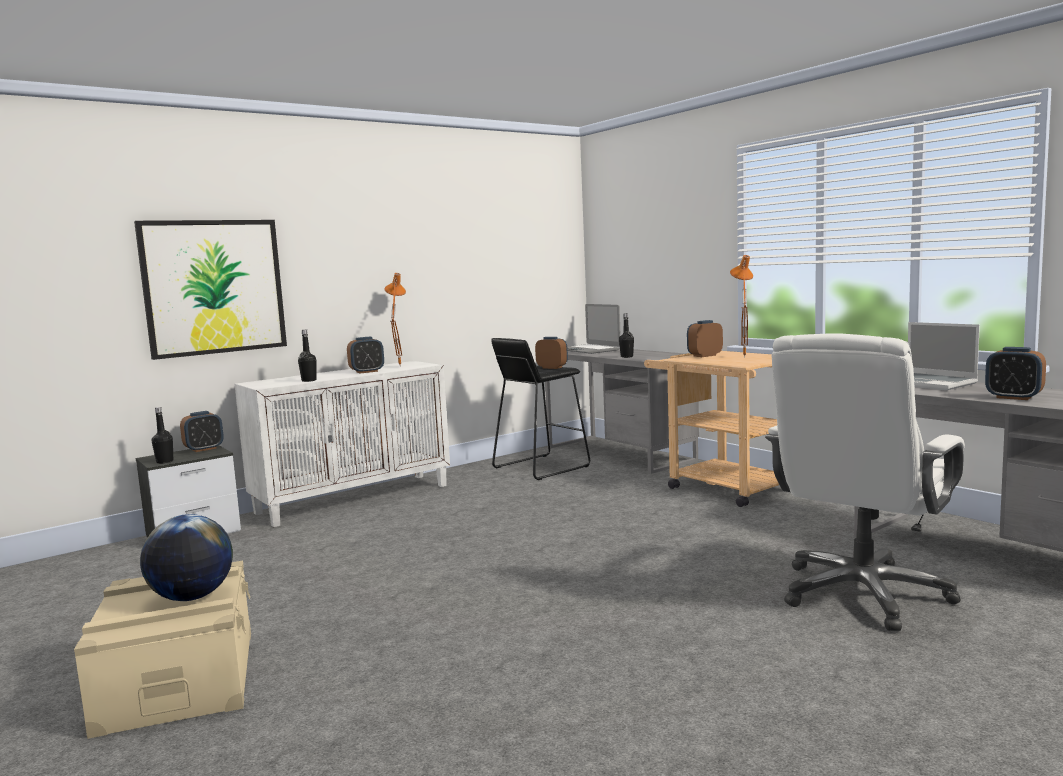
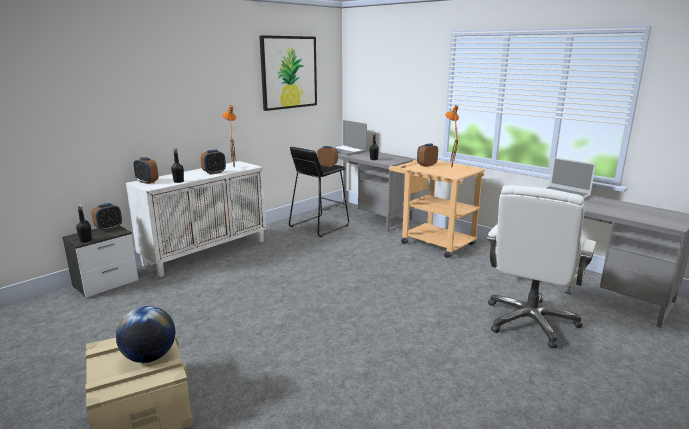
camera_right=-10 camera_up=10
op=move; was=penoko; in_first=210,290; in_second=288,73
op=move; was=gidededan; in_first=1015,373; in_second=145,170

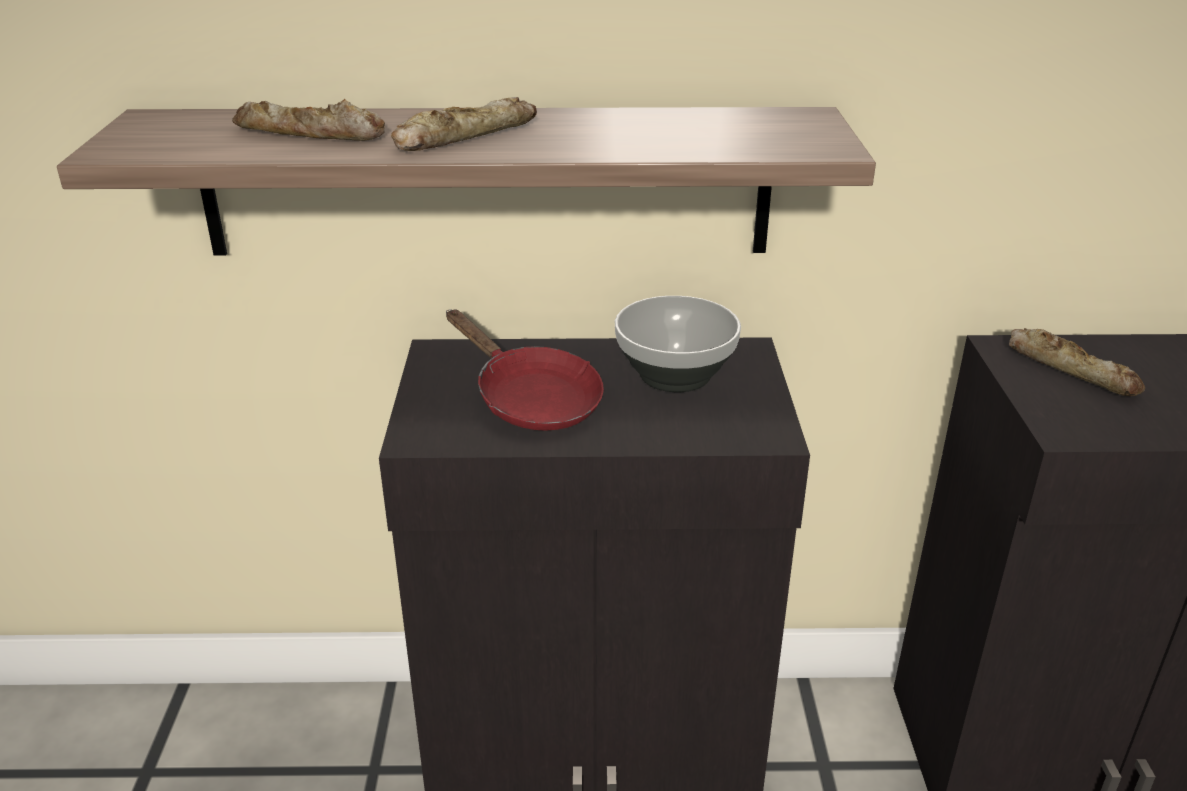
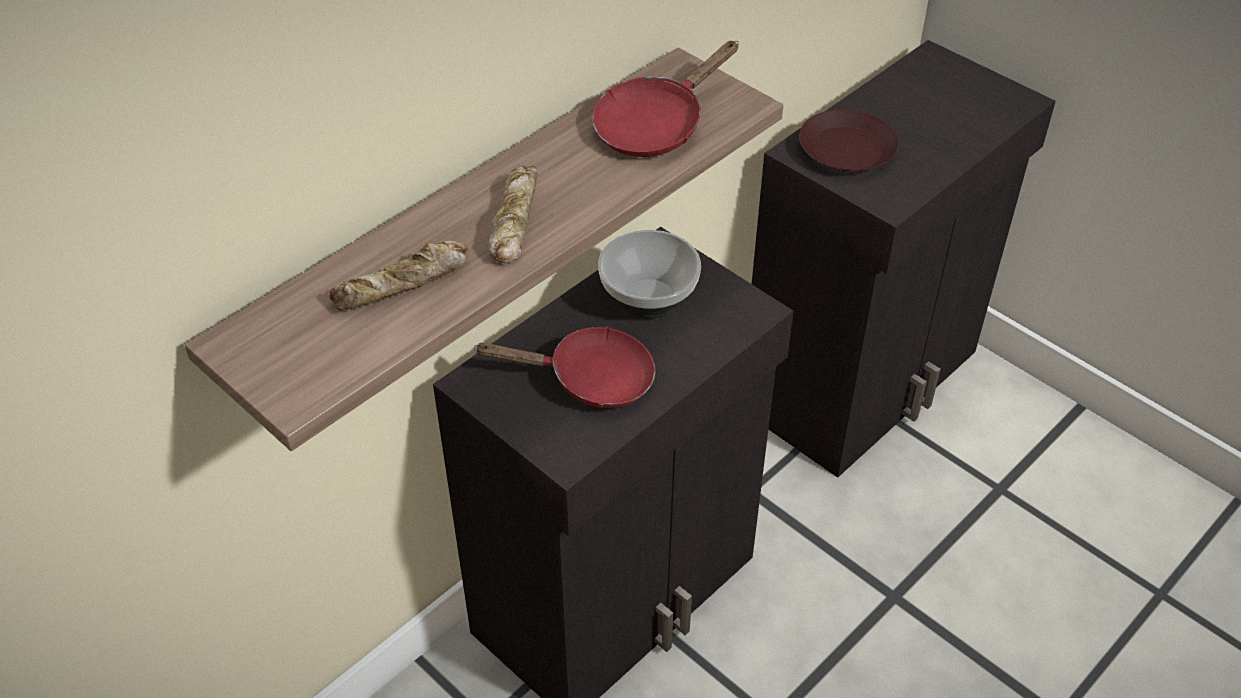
camera_right=-45 camera_up=15
op=replace; was=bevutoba; now=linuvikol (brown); in_first=1077,362; in_second=849,140
op=insert; now=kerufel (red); in_second=665,99

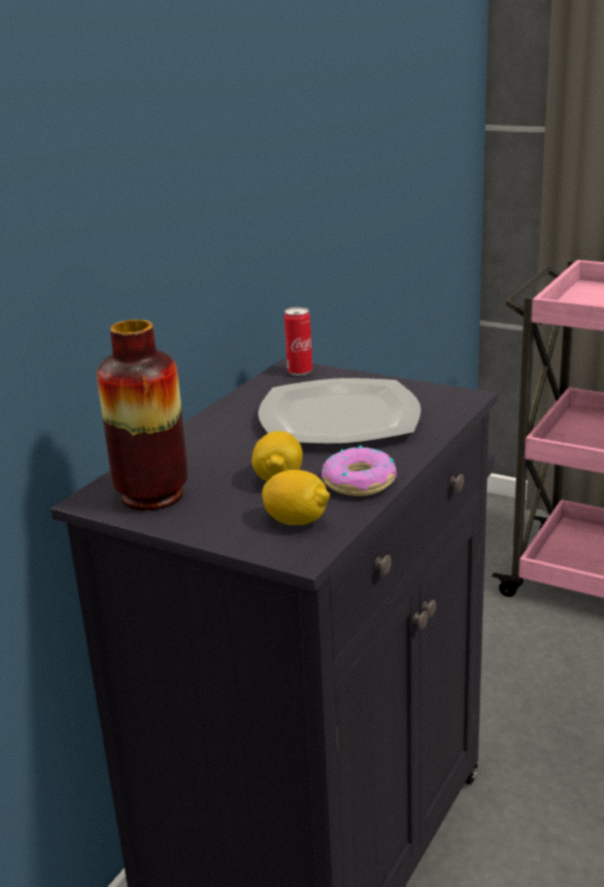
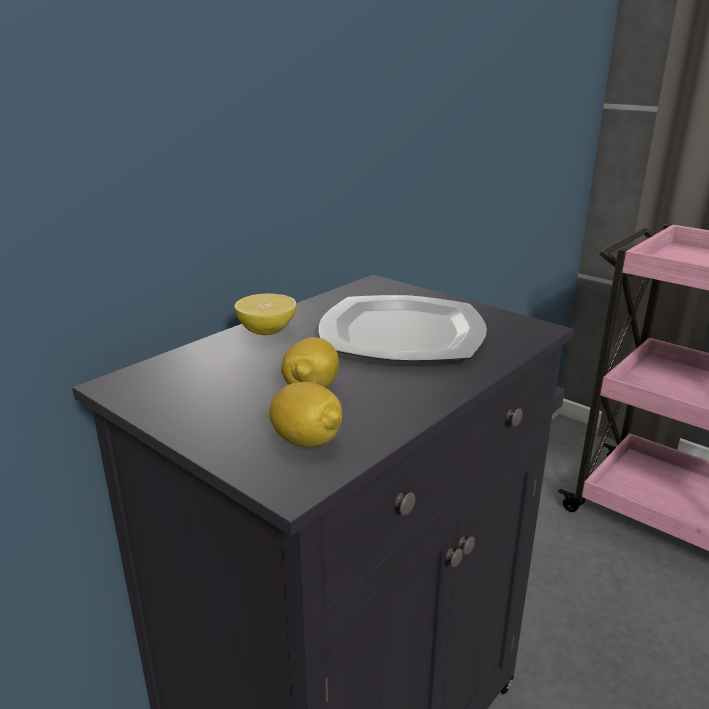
camera_right=10 camera_up=0
op=delete; was=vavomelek; in_first=298,341
op=delete; was=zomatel; in_first=142,415
op=delete; was=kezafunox; in_first=359,471
op=insert; now=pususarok; in_second=265,314

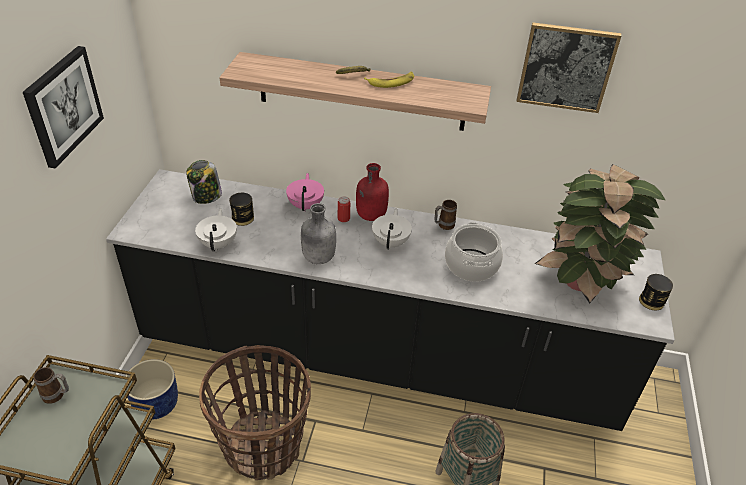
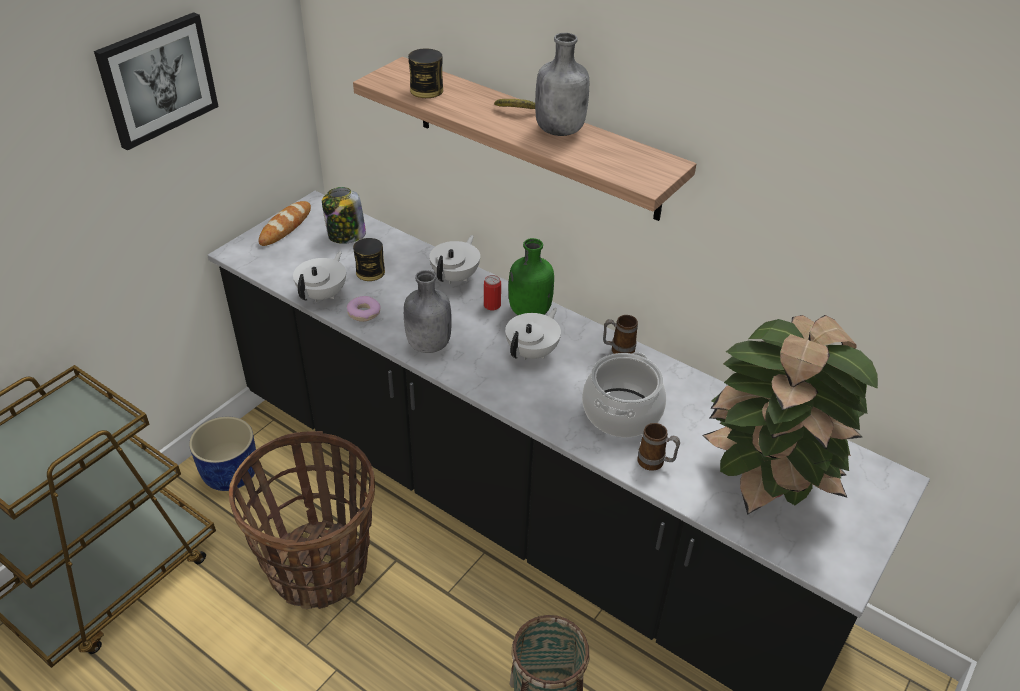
camera_right=25 camera_up=0
op=delete; was=penoko; in_first=568,67
op=replace; was=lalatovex; now=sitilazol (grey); in_first=389,80; in_second=562,84
op=recolor; was=sitilazol (red); now=sitilazol (green); in_first=372,192; in_second=531,276
op=recolor; was=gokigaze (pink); now=gokigaze (white); in_first=305,192; in_second=454,259
op=move; was=vavomelek; in_first=656,292; in_second=425,73
op=move; was=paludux; in_first=51,385; in_second=658,447
op=insert; now=bevutoba; in_second=285,223
op=insert; now=kezafunox; in_second=364,309

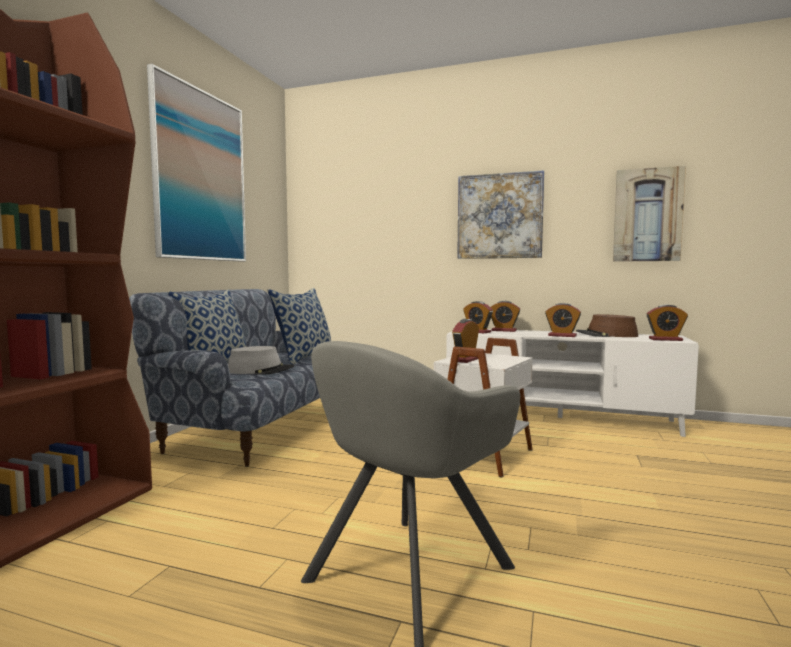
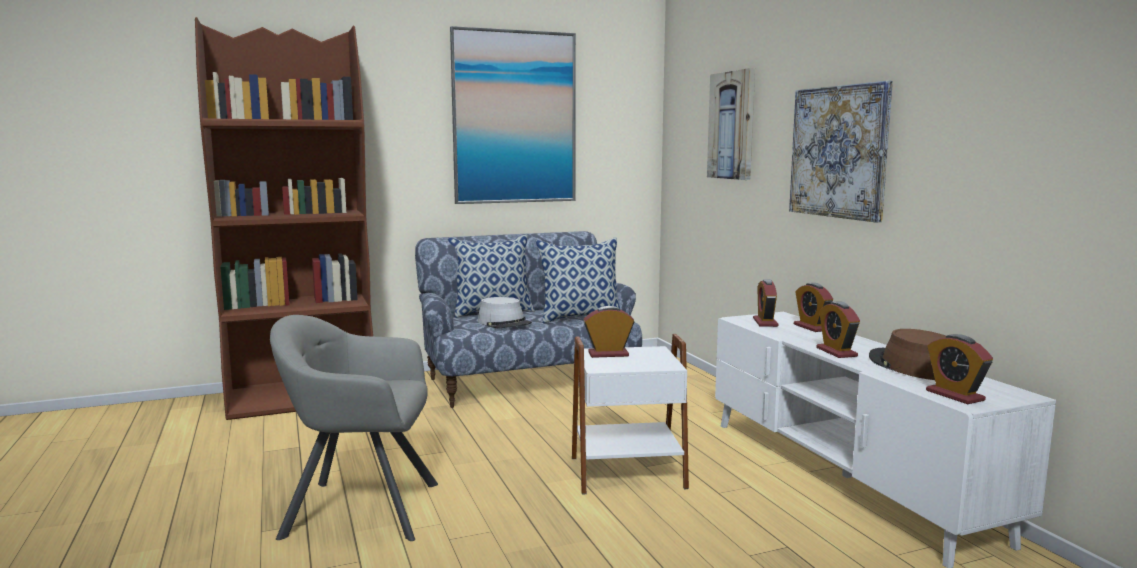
camera_right=50 camera_up=5
op=move; was=penoko; in_first=649,214; in_second=731,124

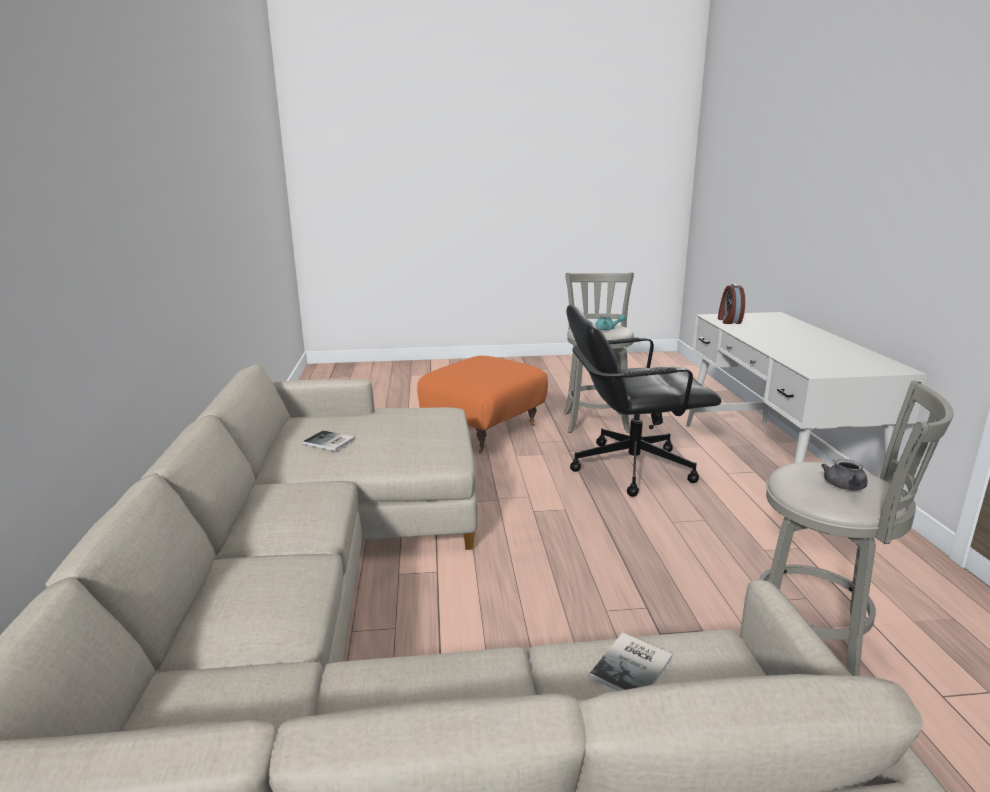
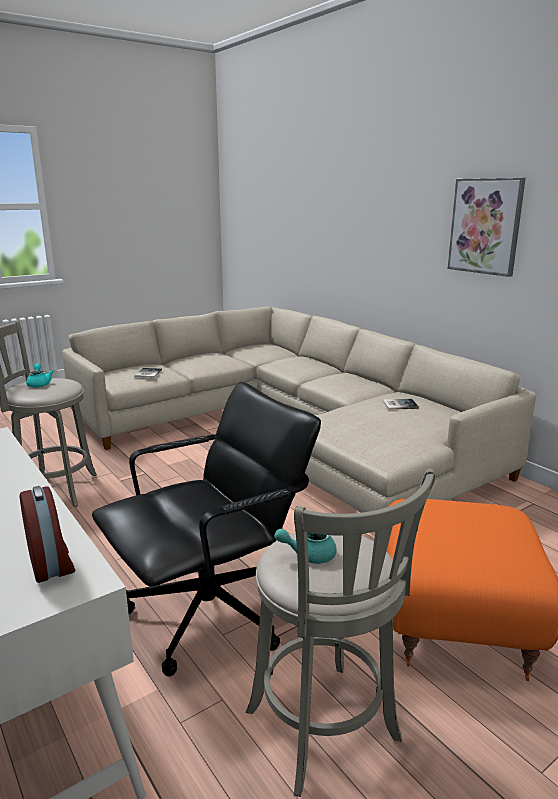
camera_right=150 camera_up=0
op=recolor; was=gokigaze (grey); now=gokigaze (turquoise); in_first=844,474; in_second=40,375
op=insert; now=penoko; in_second=487,227

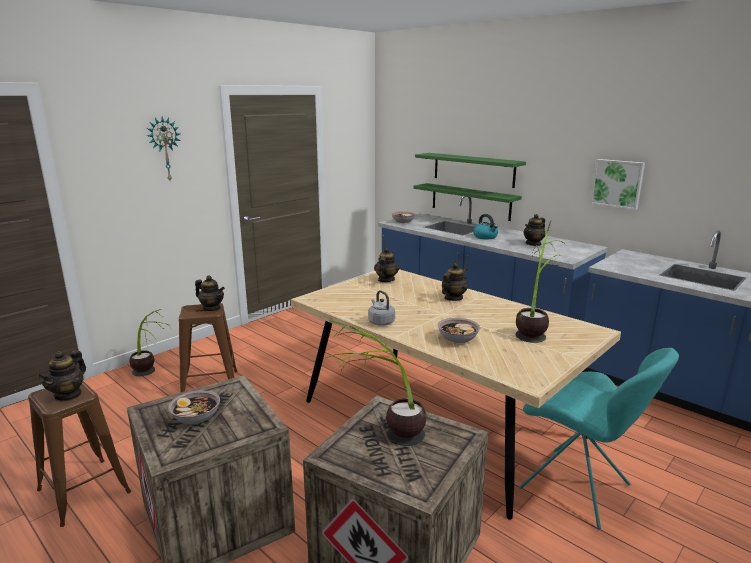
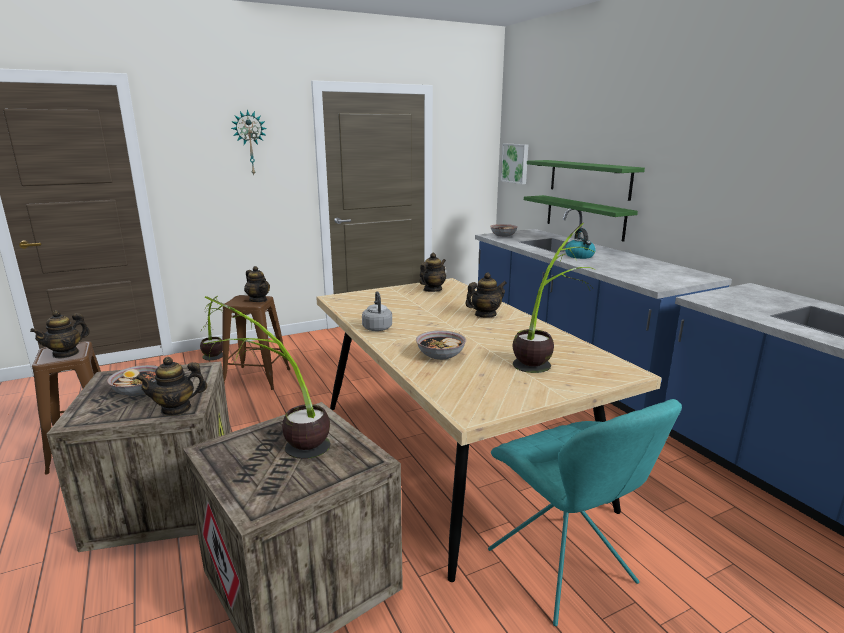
camera_right=20 camera_up=0
op=move; was=penoko; in_first=617,184; in_second=514,164
op=move; was=gokigaze; in_first=534,230; in_second=171,386

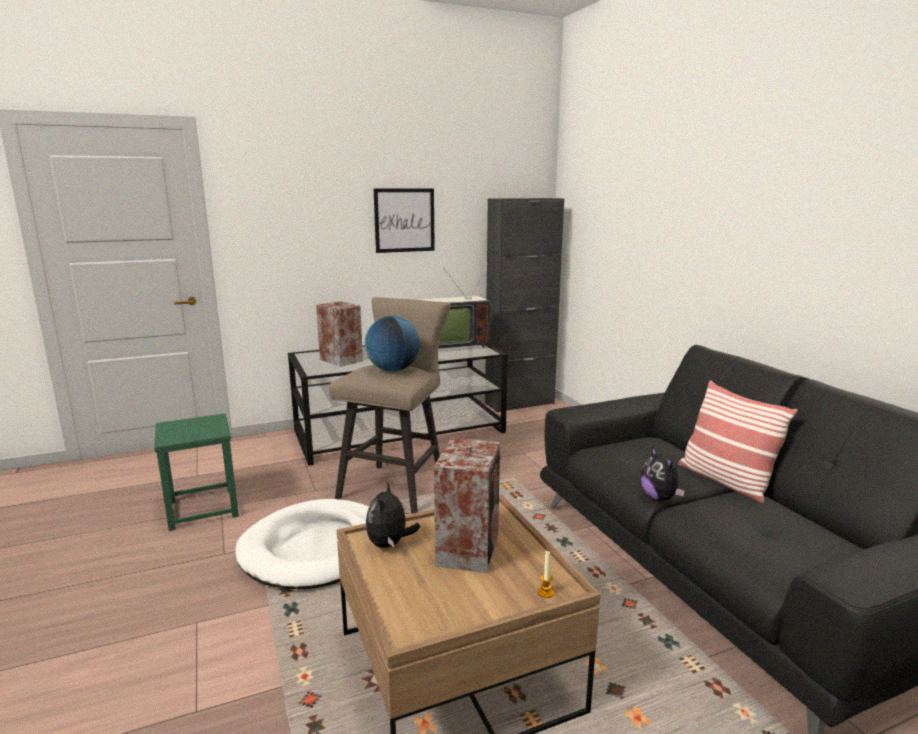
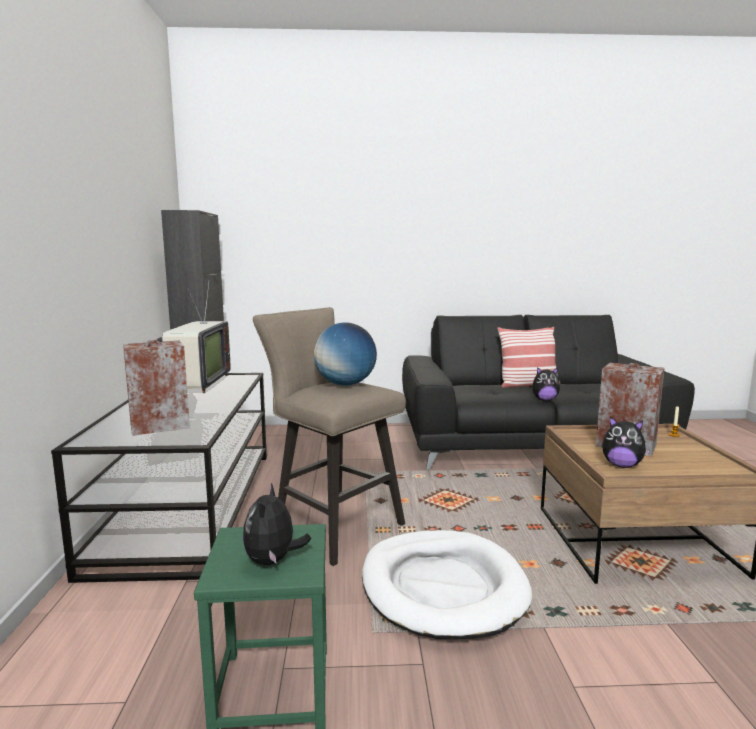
camera_right=-70 camera_up=-5
op=delete; was=penoko; in_first=404,221
op=insert; now=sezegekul; in_second=277,524

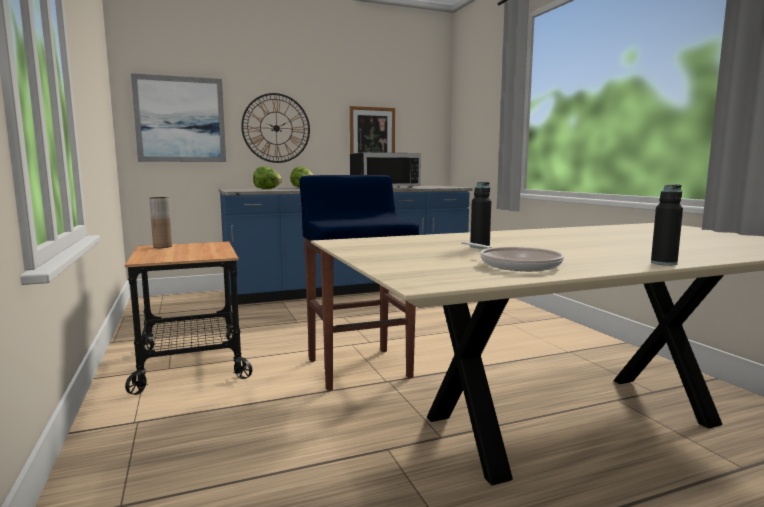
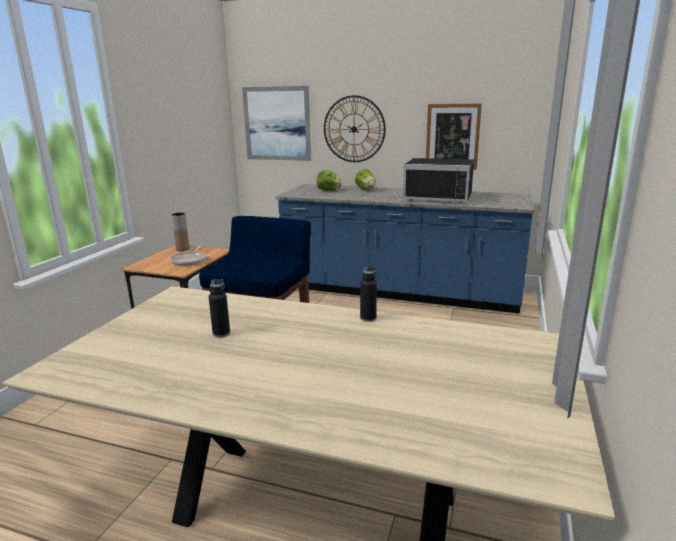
camera_right=40 camera_up=10
op=move; was=sitilazol (black); in_first=667,225; in_second=368,294
op=move; was=kerufel; in_first=512,256; in_second=188,255

